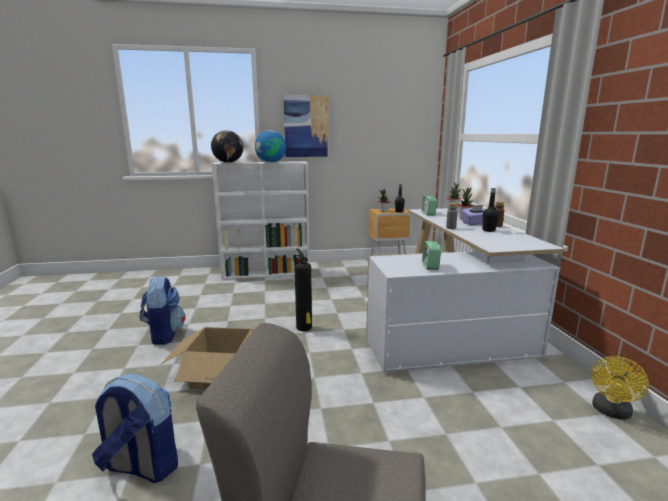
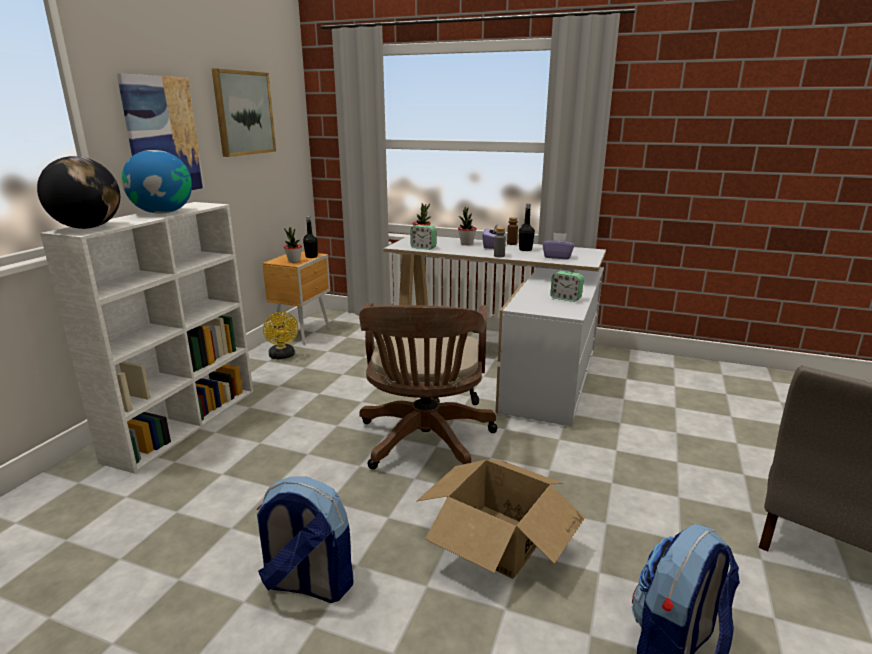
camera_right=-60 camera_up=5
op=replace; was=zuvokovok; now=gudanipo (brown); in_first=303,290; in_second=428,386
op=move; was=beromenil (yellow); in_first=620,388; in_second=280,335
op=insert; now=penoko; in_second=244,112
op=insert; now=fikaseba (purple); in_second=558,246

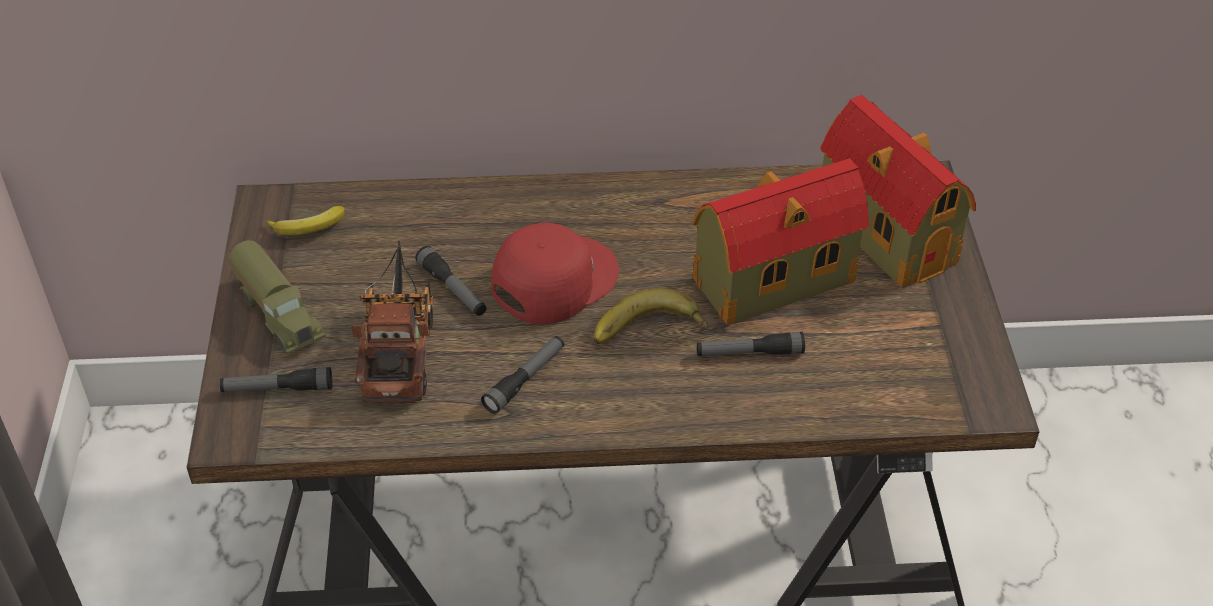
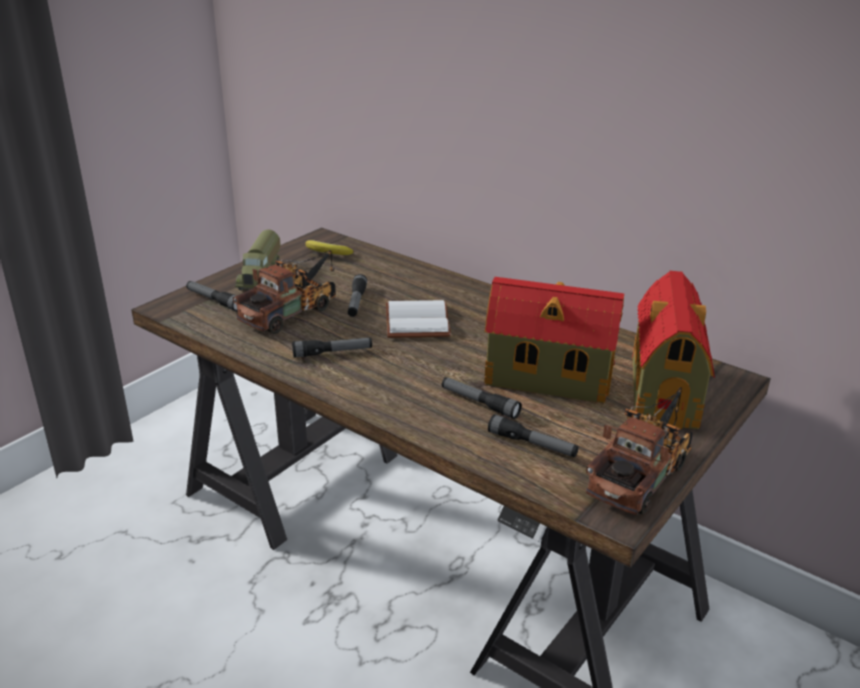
camera_right=40 camera_up=-15
op=replace; was=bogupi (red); now=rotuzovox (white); in_first=555,273; in_second=418,319
op=delete; was=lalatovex; in_first=650,316
op=insert; now=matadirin; in_second=639,451
op=insert; now=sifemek; in_second=533,435

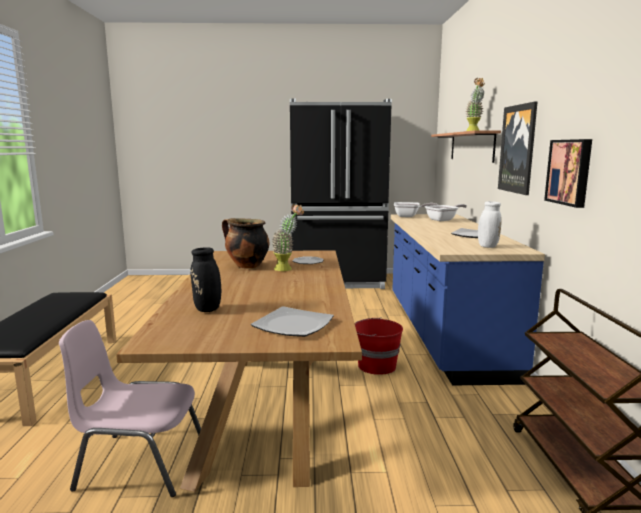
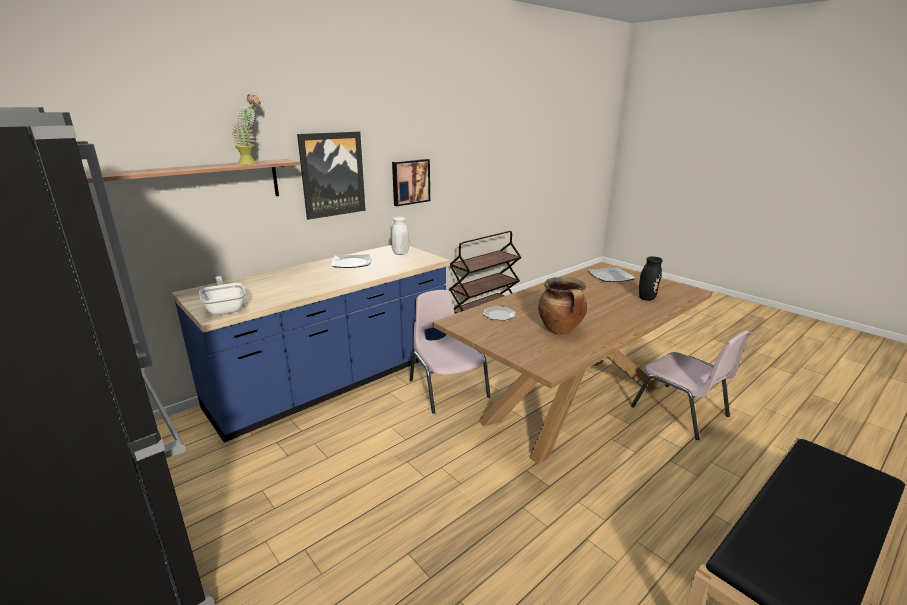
camera_right=-130 camera_up=10
op=delete; was=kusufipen; in_first=288,237
op=delete; was=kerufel; in_first=446,212
op=replace; was=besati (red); now=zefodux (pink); in_first=379,346; in_second=450,352

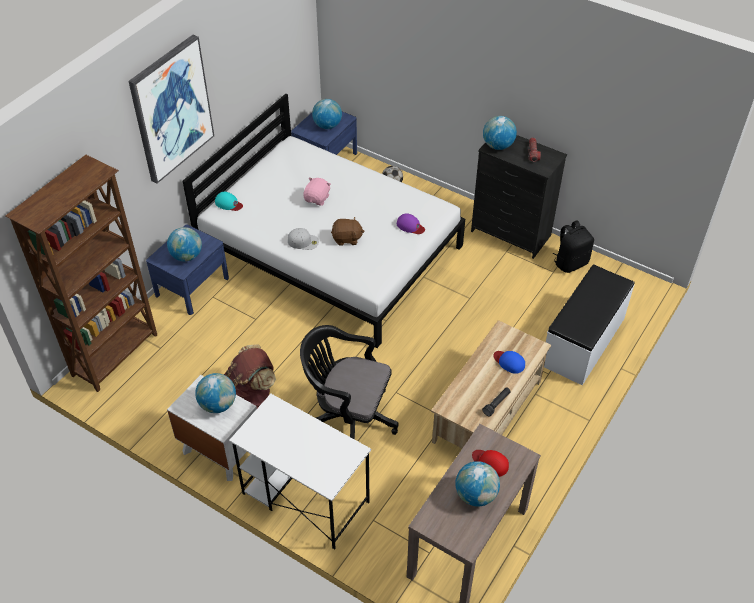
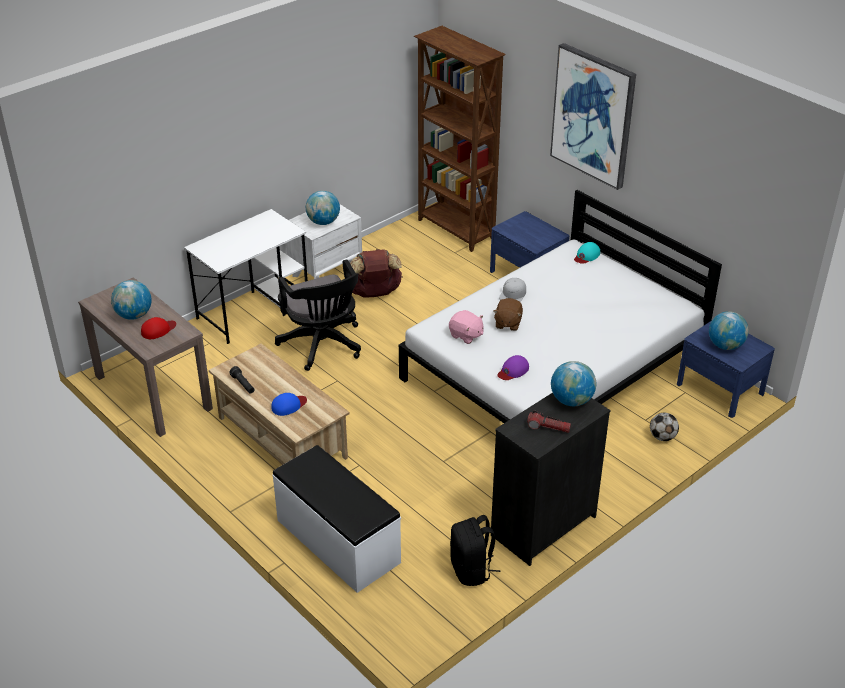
camera_right=105 camera_up=-10
op=move; was=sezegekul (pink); in_first=317,192; in_second=466,327
op=delete; was=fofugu; in_first=184,244
op=rotate; was=gudanipo (black); in_first=349,382; in_second=318,315; clockwise=120

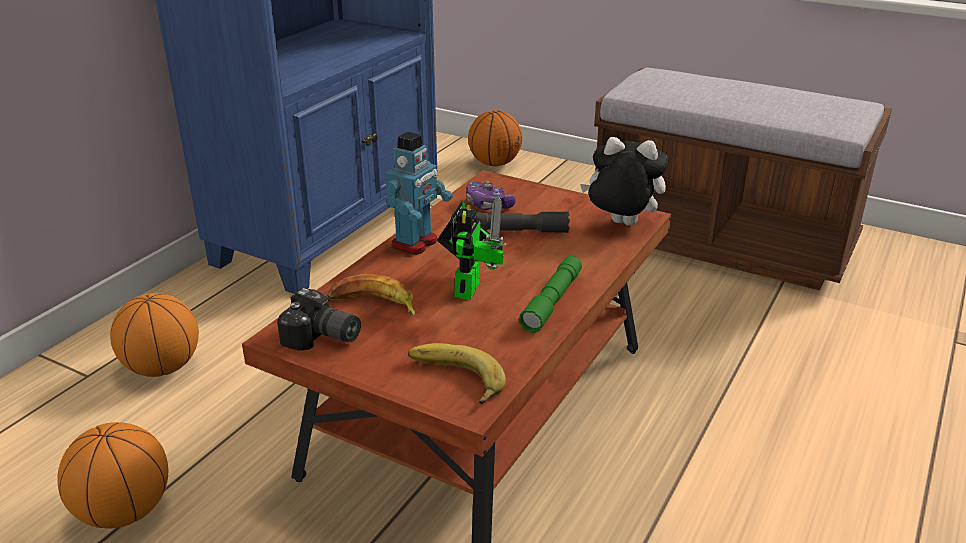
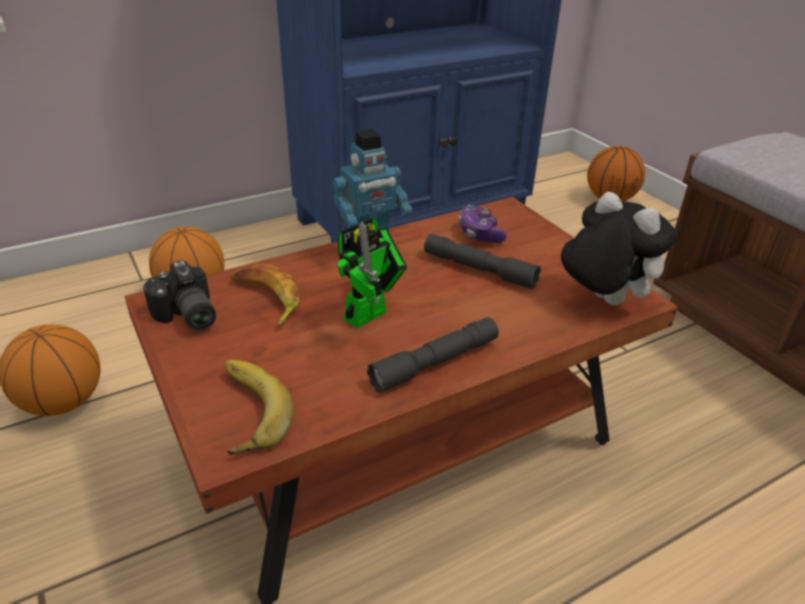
camera_right=30 camera_up=5
op=recolor; was=sifemek (green); now=sifemek (grey); in_first=550,294; in_second=433,355

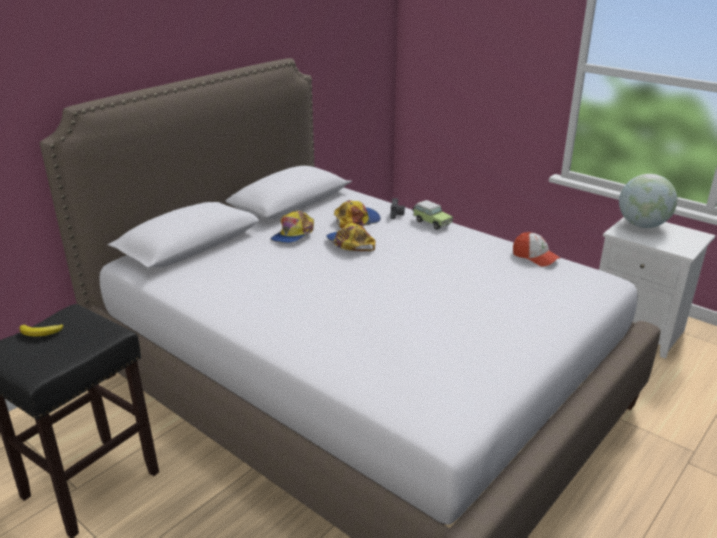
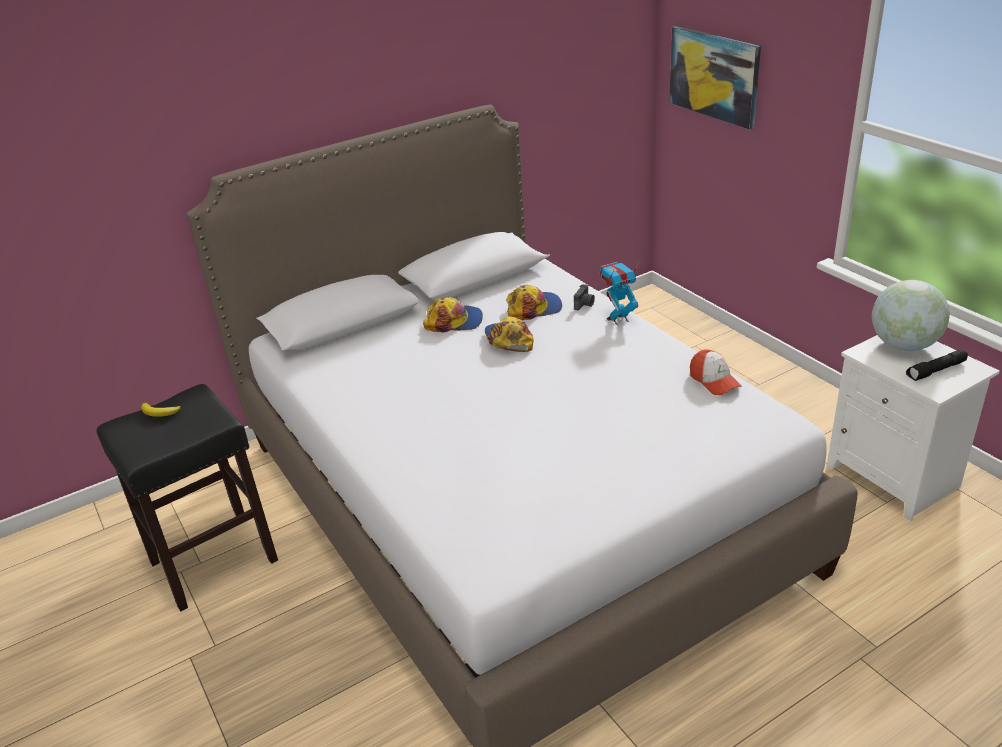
camera_right=20 camera_up=5
op=replace; was=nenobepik; now=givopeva; in_first=433,215; in_second=619,293
op=rotate; was=bogupi; in_first=292,227; in_second=453,314; clockwise=-135
op=insert; now=penoko; in_second=715,78
op=insert; now=sifemek (black); in_second=937,365

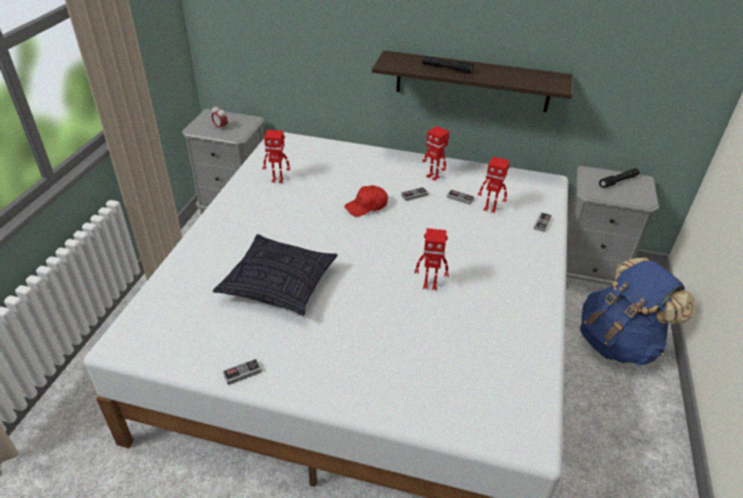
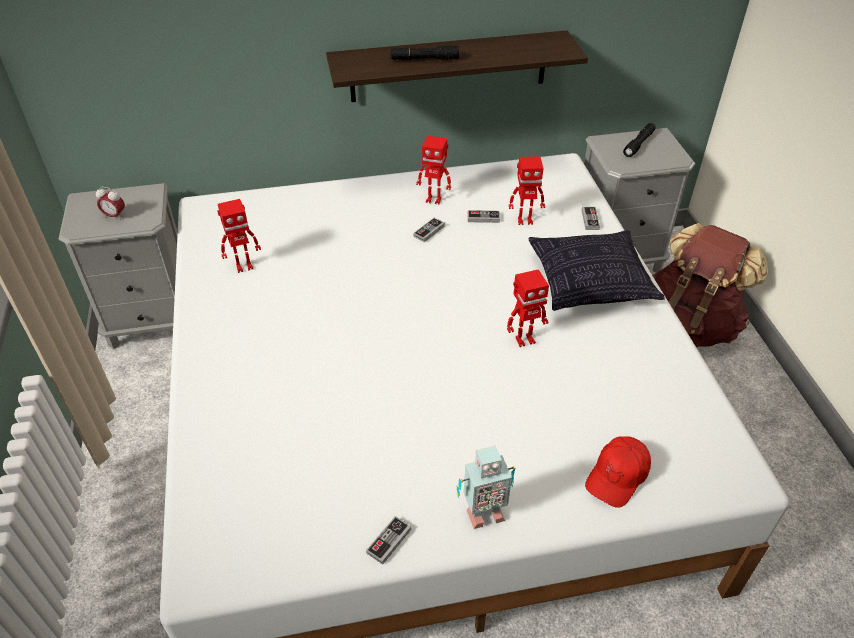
camera_right=-25 camera_up=5
op=move; was=bogupi (red); in_first=366,201; in_second=618,472
op=move; was=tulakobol; in_first=275,275; in_second=597,270
op=recolor; was=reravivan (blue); now=reravivan (brown); in_first=638,312; in_second=710,285
op=insert; now=givopeva; in_second=486,487

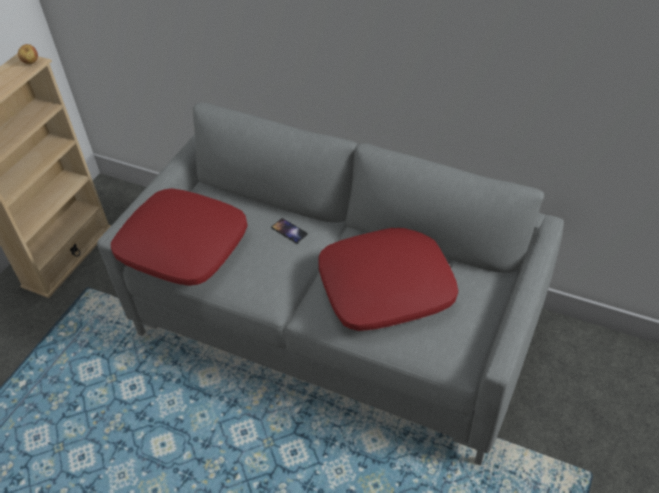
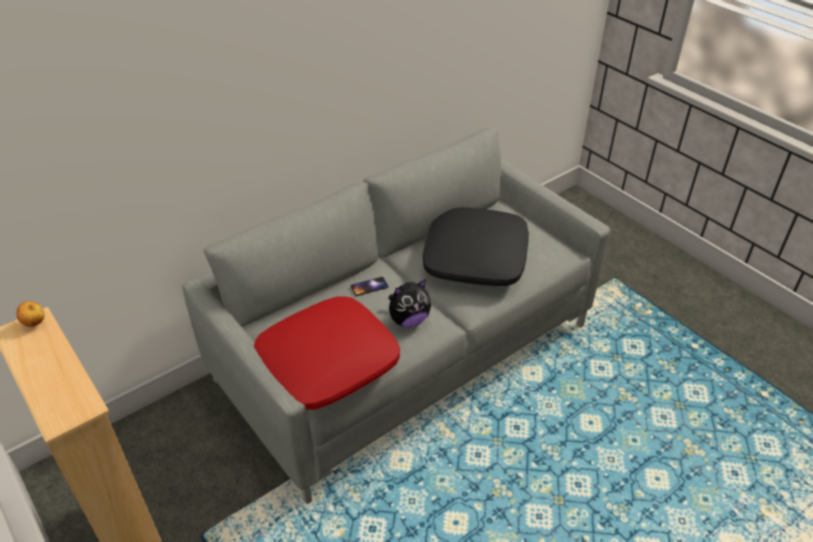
camera_right=-65 camera_up=-5
op=recolor; was=tulakobol (red); now=tulakobol (black); in_first=388,279; in_second=476,246
op=insert; now=sezegekul; in_second=409,303

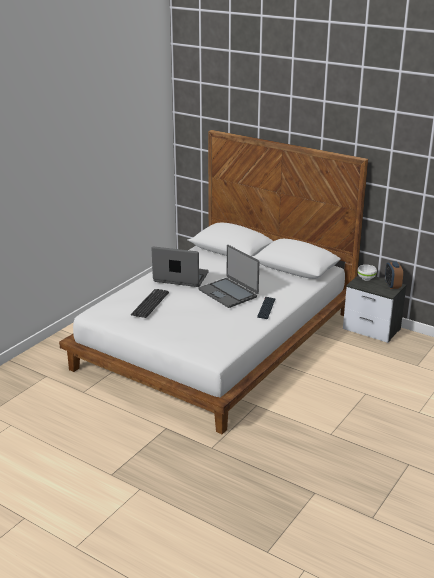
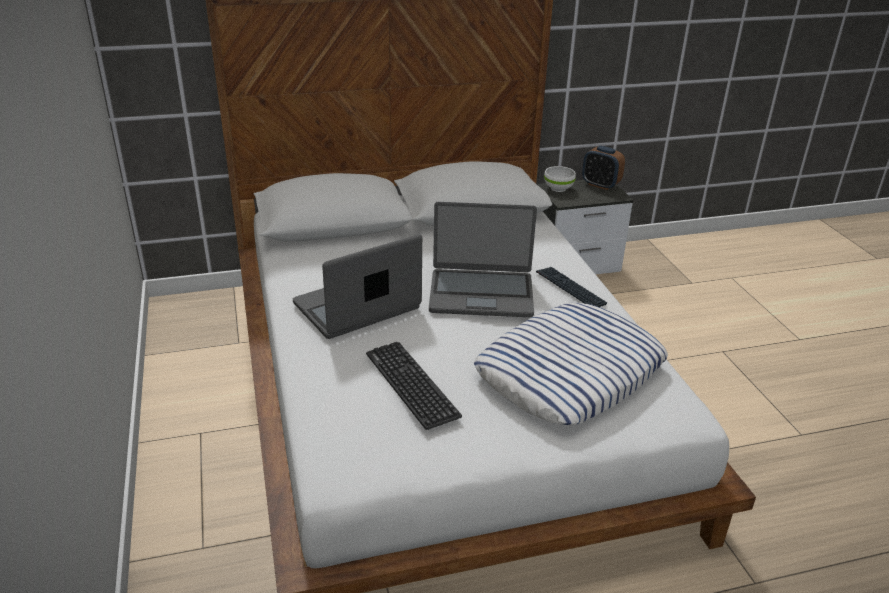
camera_right=-50 camera_up=5
op=insert; now=tulakobol; in_second=571,364

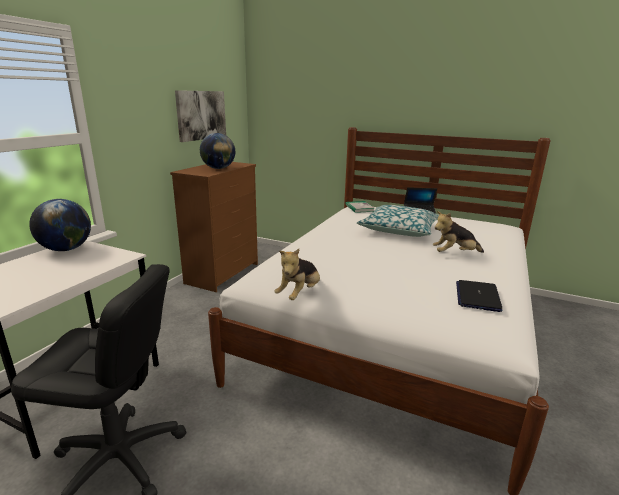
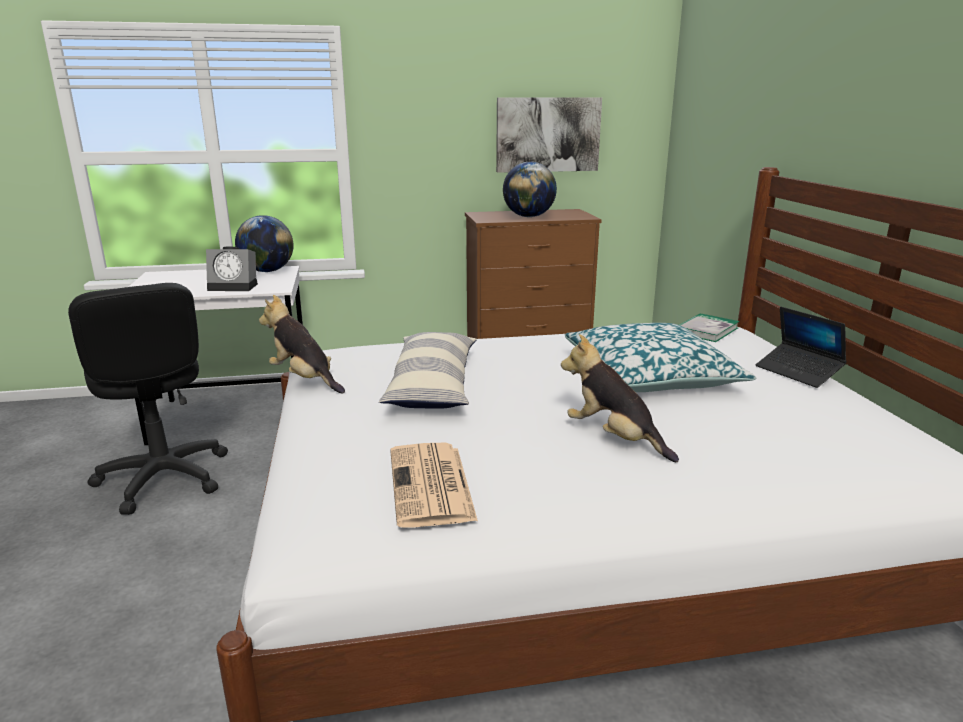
camera_right=55 camera_up=0
op=rotate; was=sezegekul; in_first=297,274; in_second=302,344; clockwise=45
op=replace; was=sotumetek; now=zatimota; in_first=479,296; in_second=434,485
op=insert; now=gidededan; in_second=232,268
op=insert; now=tulakobol; in_second=428,370

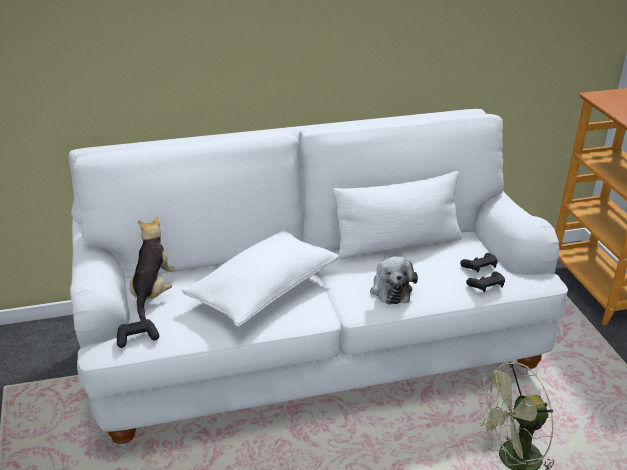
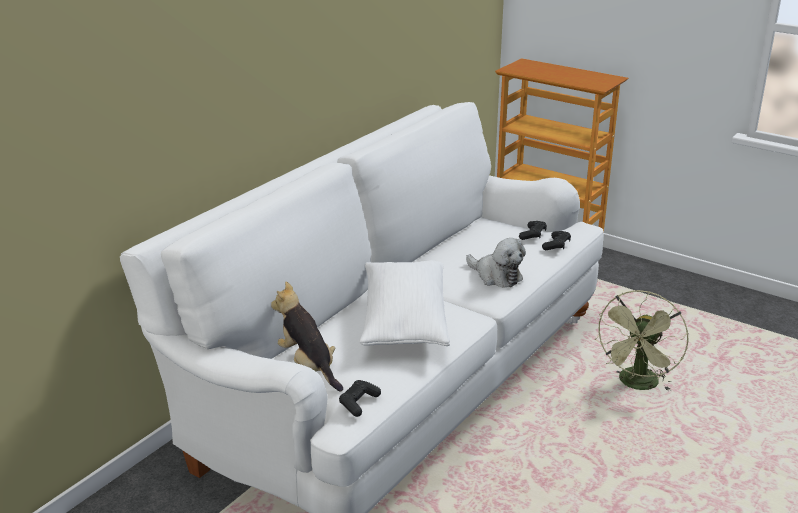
camera_right=-40 camera_up=-5
op=delete; was=tulakobol (white); in_first=397,215

